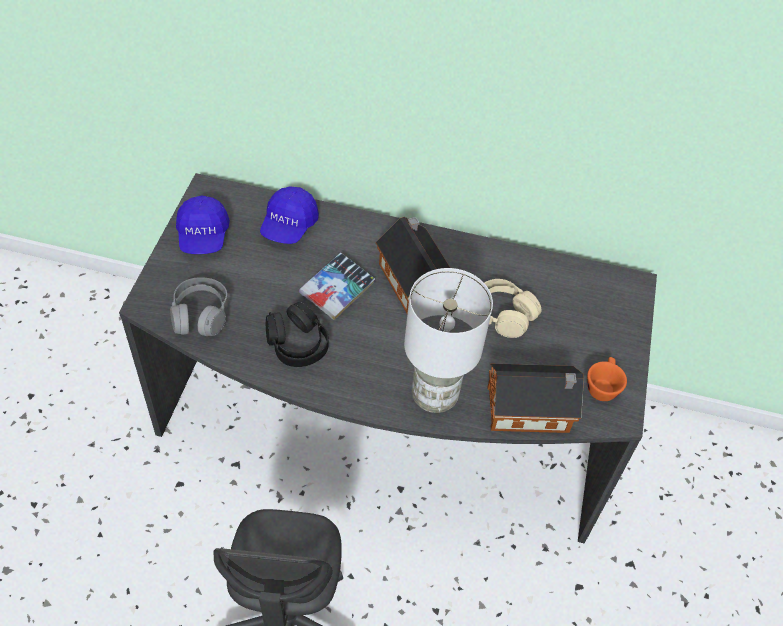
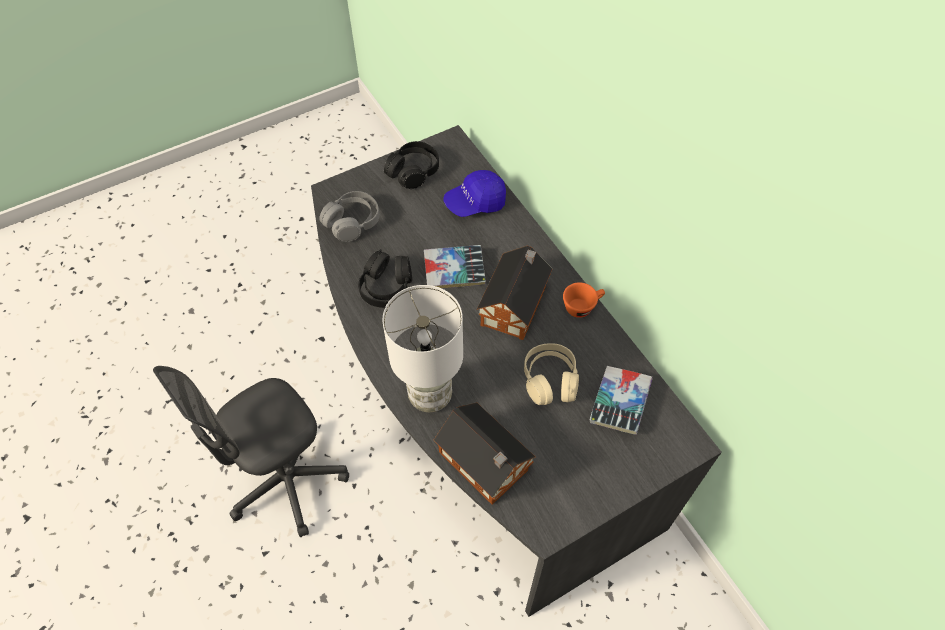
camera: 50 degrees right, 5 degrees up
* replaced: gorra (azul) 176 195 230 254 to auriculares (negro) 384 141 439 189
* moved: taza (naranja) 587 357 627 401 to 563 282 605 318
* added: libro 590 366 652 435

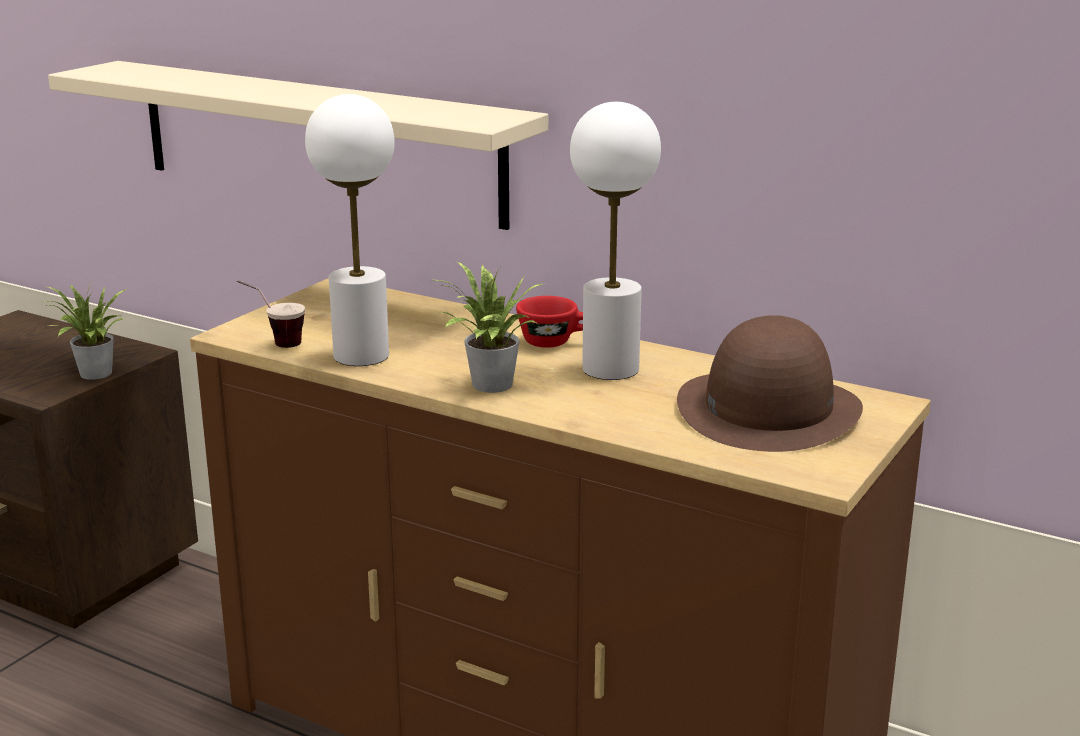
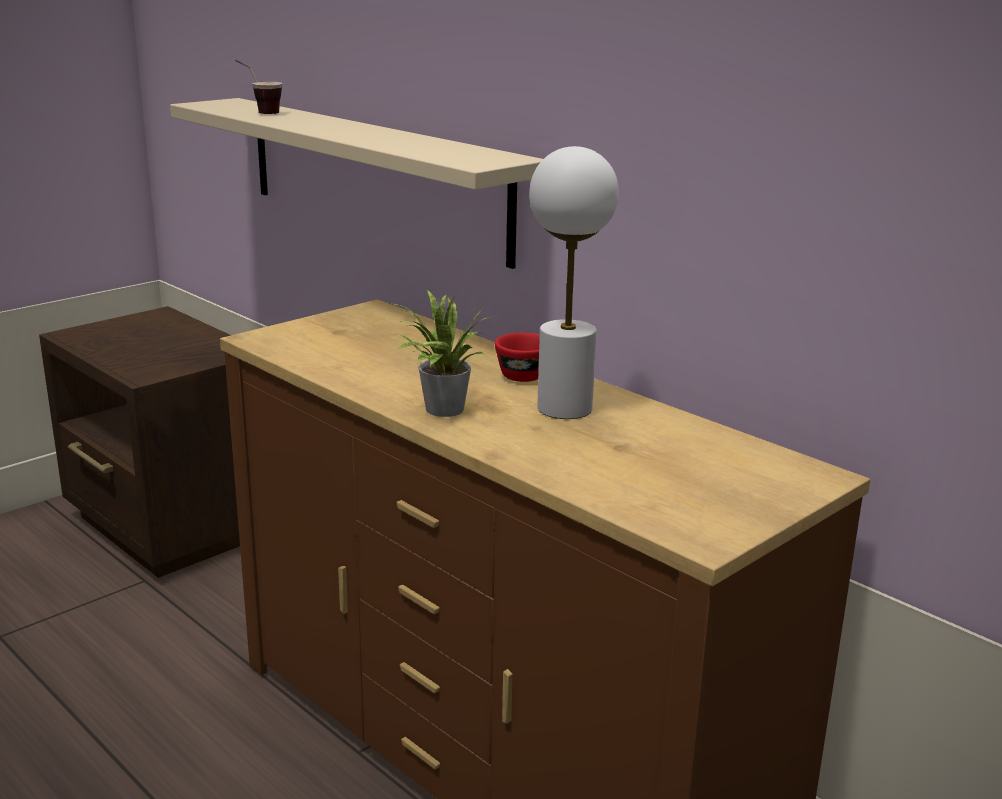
camera: 15 degrees right, 0 degrees up
* moved: taza 237 280 305 348 to 235 59 282 114
* removed: planta en maceta 43 285 127 380
* removed: lámpara de mesa (blanco) 305 94 395 366
* removed: sombrero (marrón) 677 315 863 452

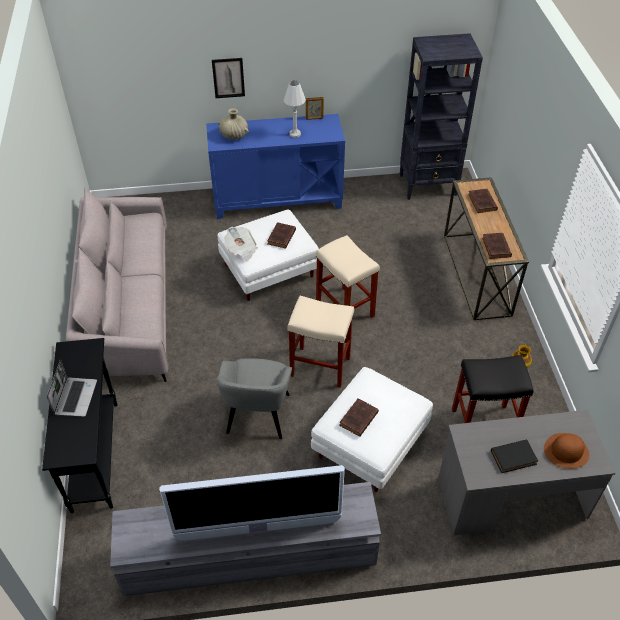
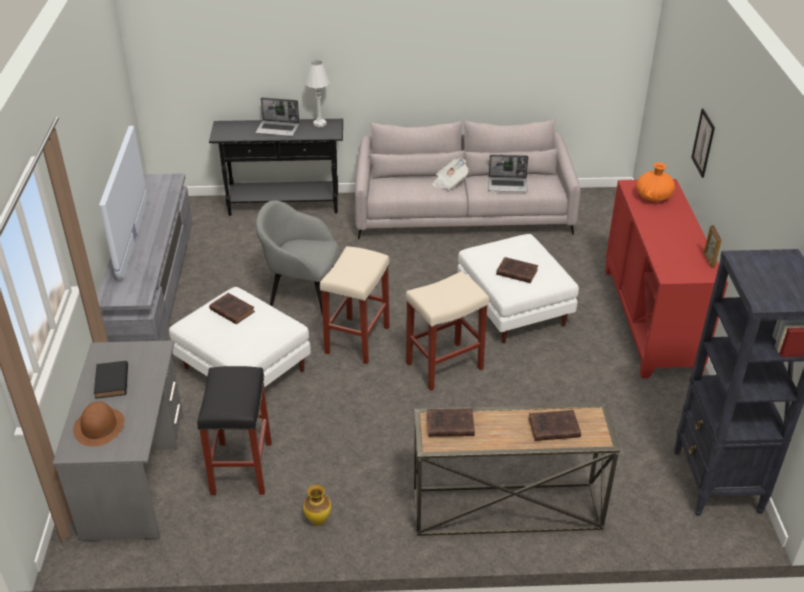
camera: 95 degrees right, 10 degrees down
* moved: lámpara de mesa (blanco) 284 80 306 138 to 305 60 330 127
* moved: periódico 224 227 258 261 to 432 159 469 190
* added: portátil 488 154 529 192
* recoloured: armario (azul) 206 114 345 219 to armario (rojo) 605 179 728 378
* recoloured: florero (beis) 218 108 249 140 to florero (naranja) 637 162 675 201

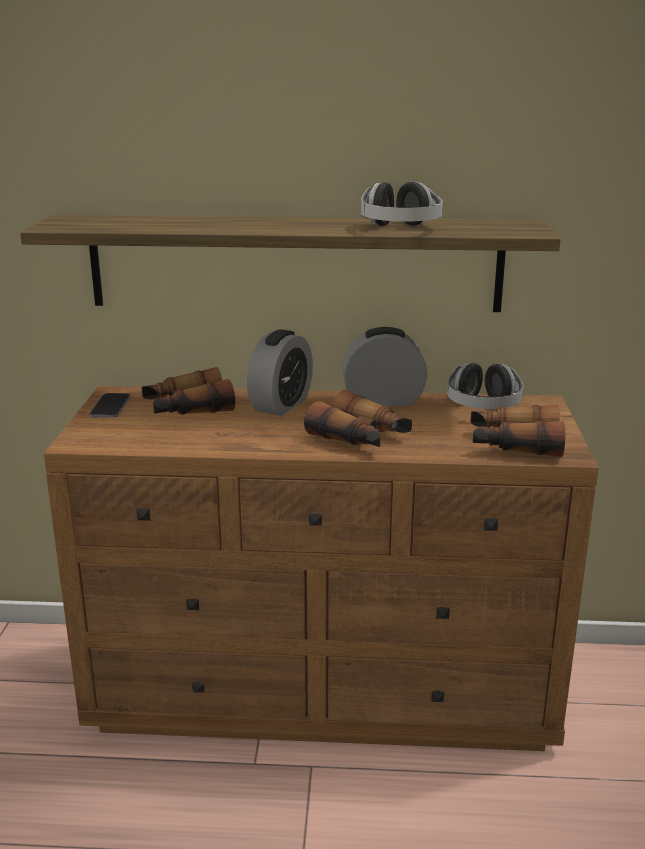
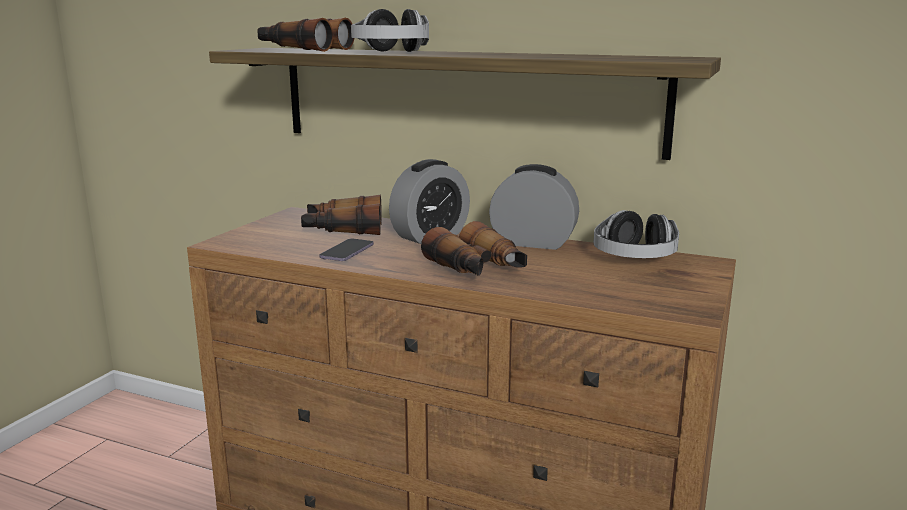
camera: 20 degrees right, 5 degrees down
* moved: prismáticos 471 405 565 457 to 257 18 354 52
* moved: móvil 89 393 130 418 to 319 239 374 261
* moved: auriculares 361 182 443 226 to 351 9 429 52

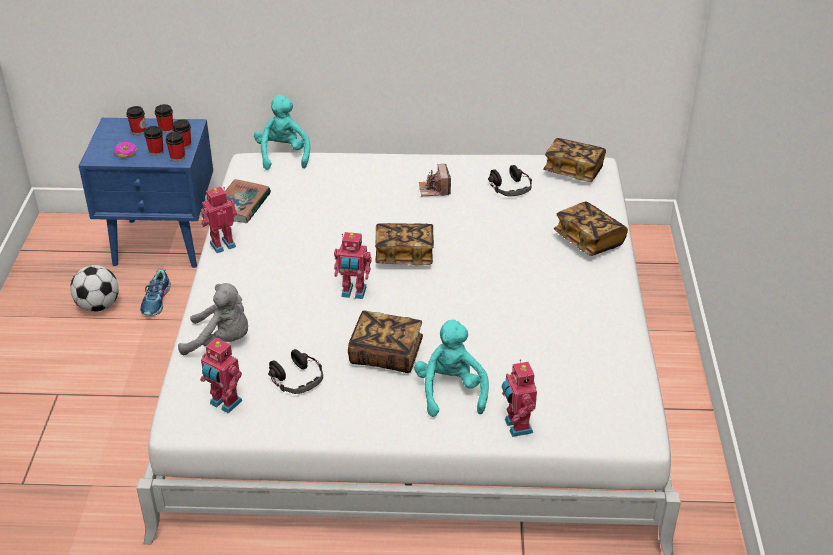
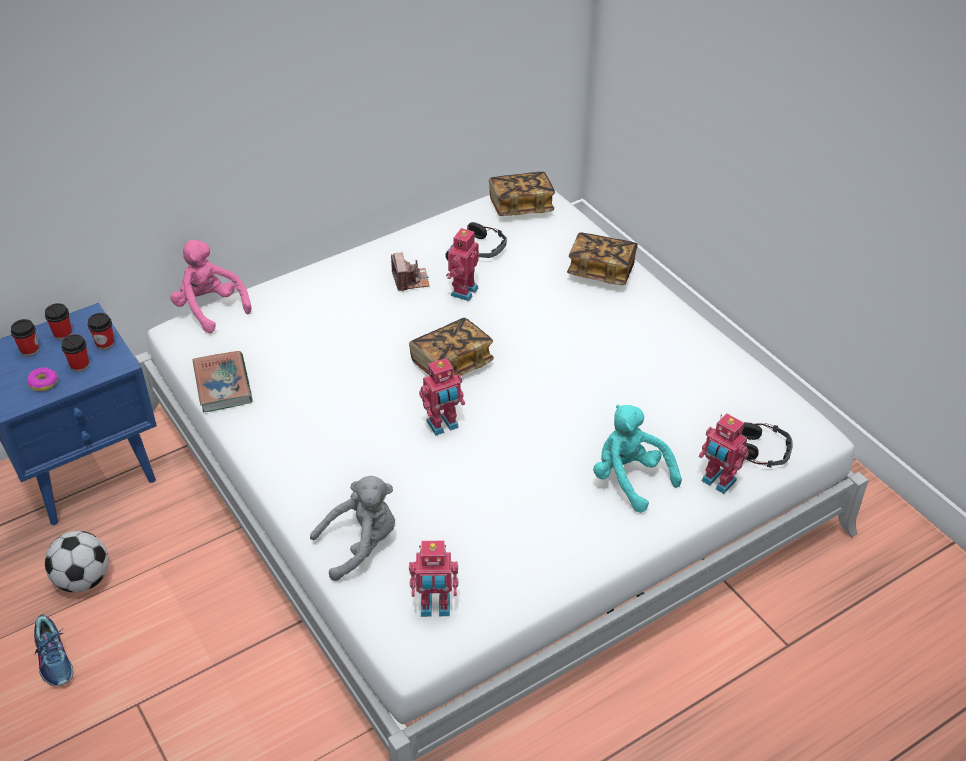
camera: 35 degrees left, 5 degrees up
* moved: zapato 140 269 171 316 to 34 614 74 686
* recoloured: peluche (turquesa) 254 95 310 170 to peluche (rosa) 170 240 251 333
* turned: cámara 419 164 451 196 = 391 252 430 292 150 degrees counterclockwise
* moved: robot de juguete 201 187 237 253 to 446 227 479 301
* moved: auriculares 268 349 323 394 to 741 422 793 468
* removed: taza 166 132 185 162
* removed: libro 348 310 423 373

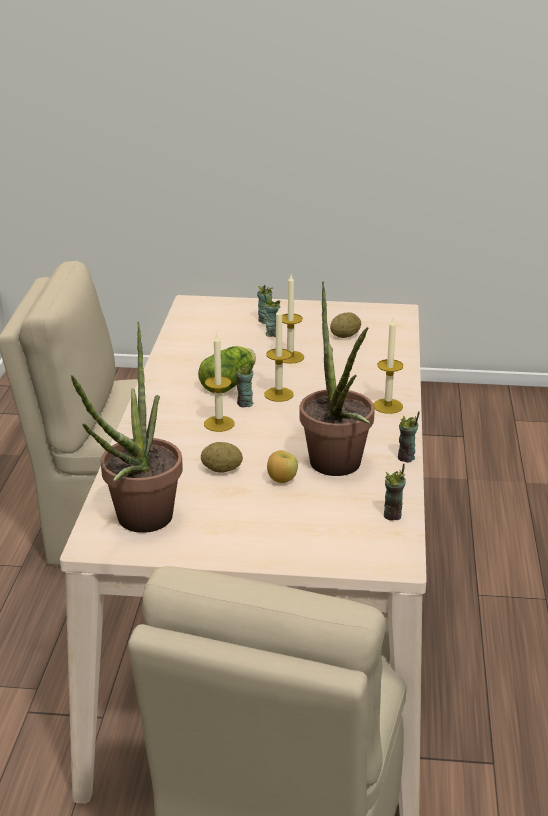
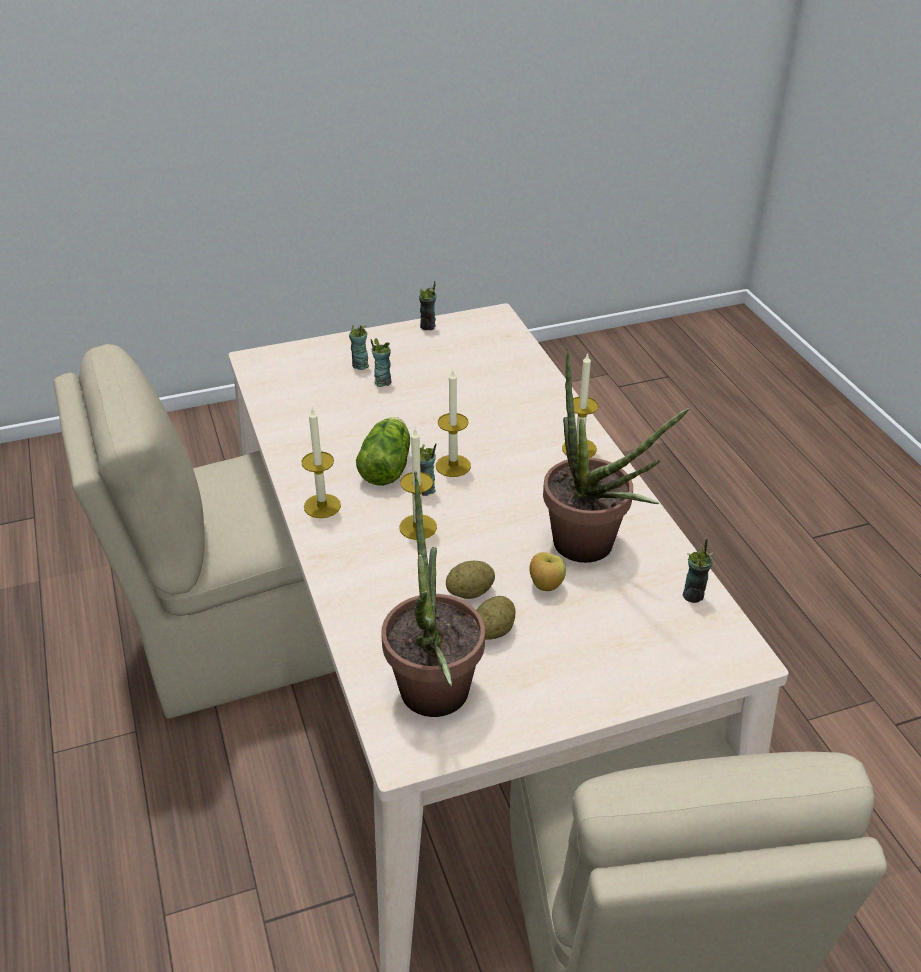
camera: 25 degrees left, 10 degrees up
* moved: vela 282 275 304 364 to 301 407 341 518
* moved: taza 398 411 420 463 to 419 281 437 330
* moved: patata 330 312 361 338 to 477 596 515 640

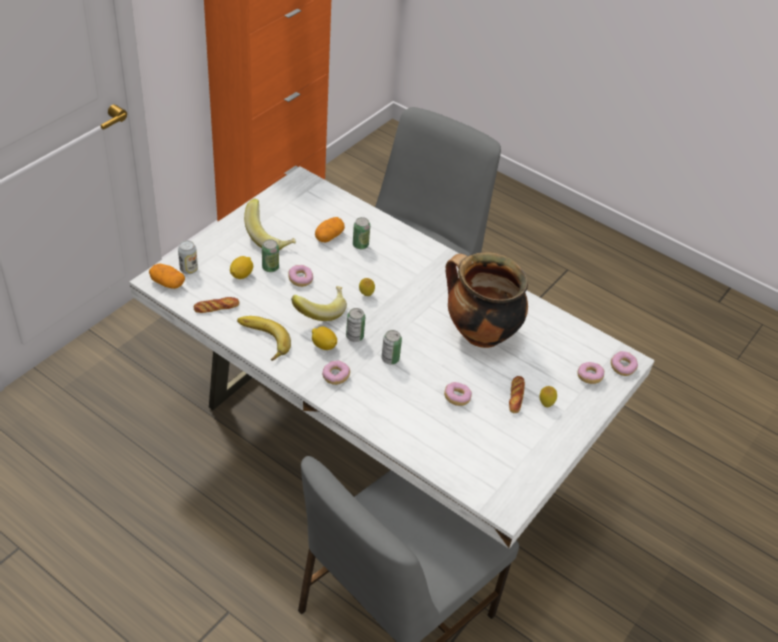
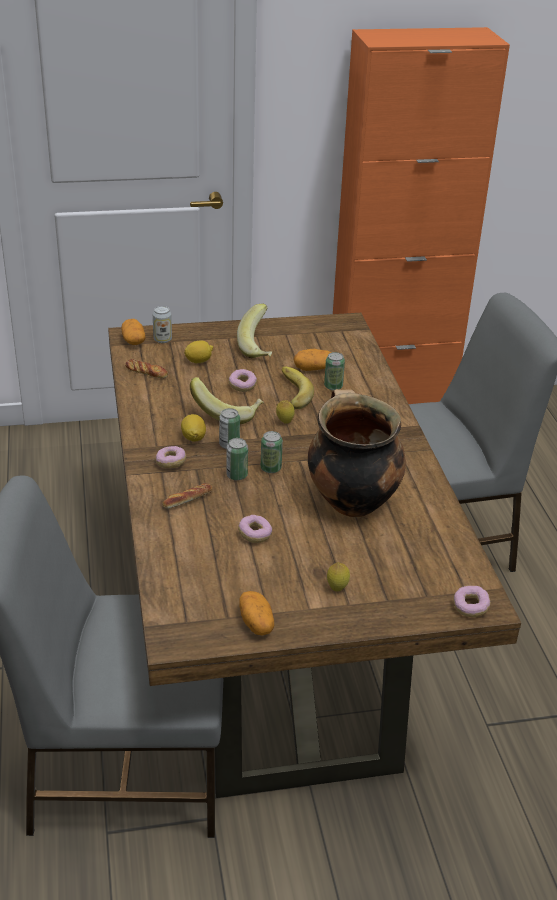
camera: 45 degrees right, 10 degrees down
* recoloured: mesa de comedor (blanco) 129 166 655 549 to mesa de comedor (marrón) 108 313 521 798
* moved: pan 509 376 525 413 to 162 483 213 509
* added: patata 239 591 274 636
* moved: lata 262 239 279 272 to 261 431 283 473
* moved: plátano 237 316 291 361 to 277 367 314 409
* removed: rosquilla 578 362 604 384

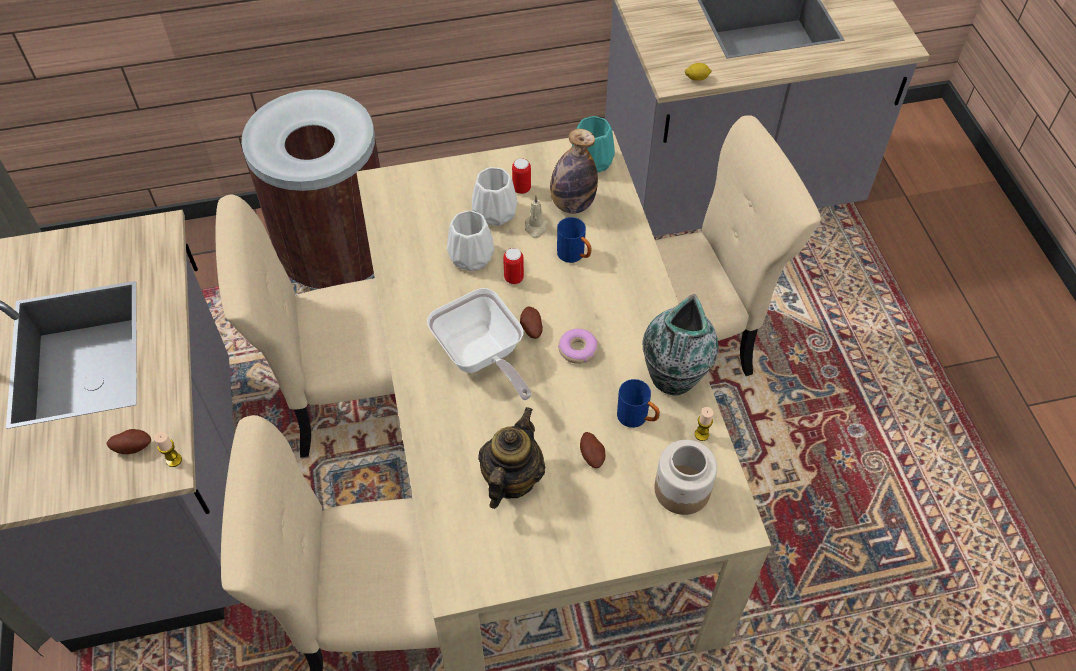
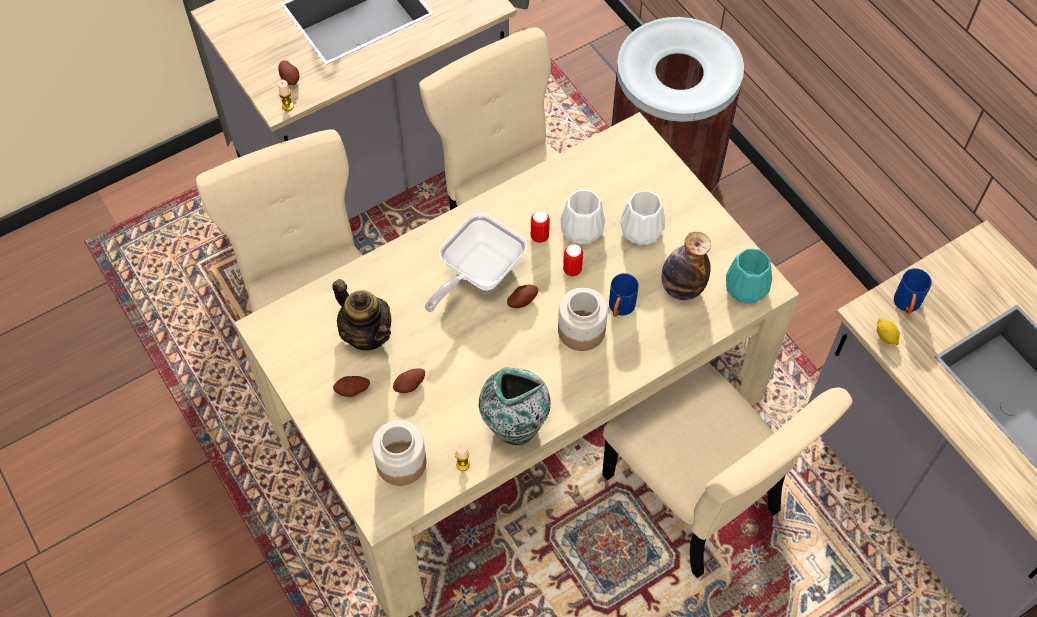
camera: 70 degrees right, 5 degrees up
* turned: tetera 478 407 546 509 = 332 279 391 350 45 degrees clockwise
* added: patata 333 376 370 397
* moved: lata 512 158 531 194 to 531 211 550 243
* added: tarro 558 288 608 351
* moved: taza grande (azul) 617 379 660 428 to 894 268 932 314
* removed: vela (beis) 525 196 548 238
* removed: rosquilla 558 329 598 364

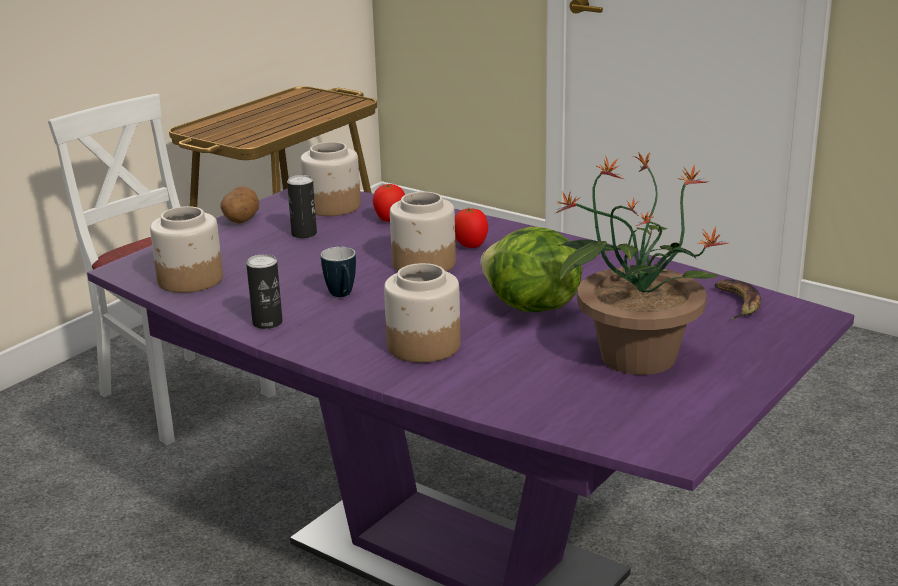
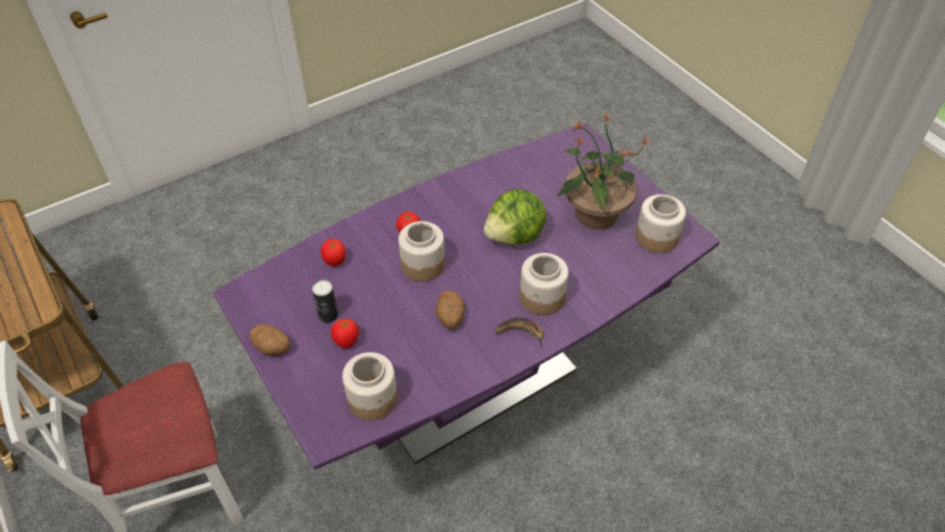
camera: 70 degrees left, 25 degrees up
* added: tomate 331 319 359 348
* replaced: taza grande 321 247 356 297 to patata 435 290 465 329
* moved: plátano 715 279 761 320 to 495 317 544 349
* moved: tarro 300 142 361 216 to 636 194 686 253
* removed: lata 246 254 283 329

